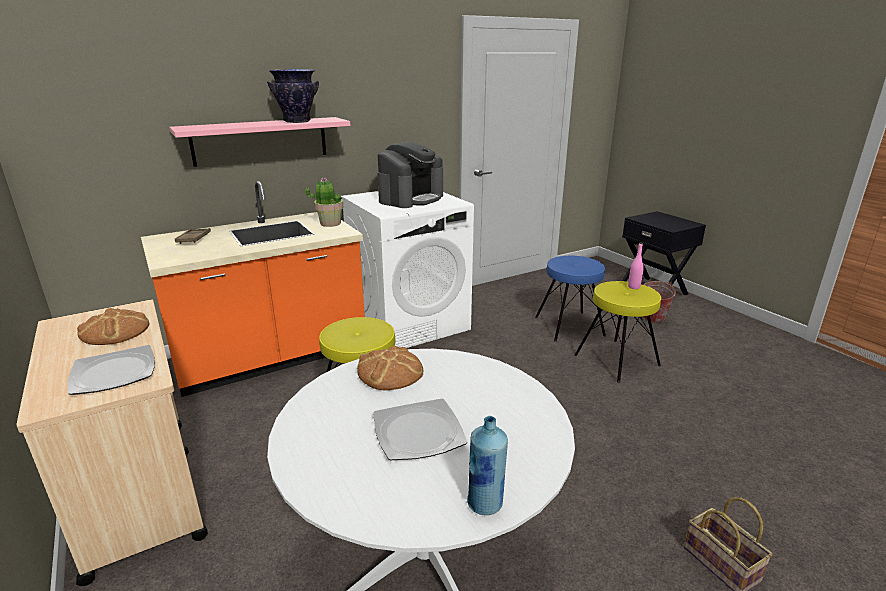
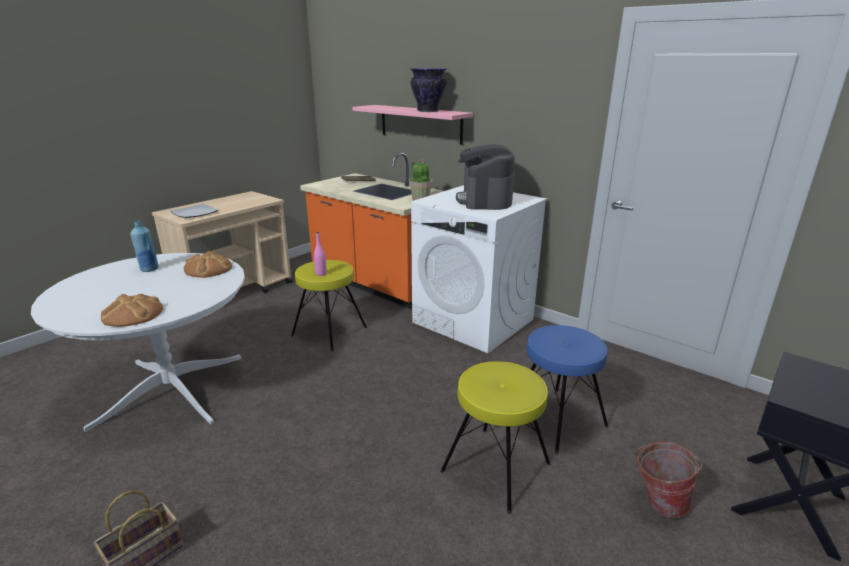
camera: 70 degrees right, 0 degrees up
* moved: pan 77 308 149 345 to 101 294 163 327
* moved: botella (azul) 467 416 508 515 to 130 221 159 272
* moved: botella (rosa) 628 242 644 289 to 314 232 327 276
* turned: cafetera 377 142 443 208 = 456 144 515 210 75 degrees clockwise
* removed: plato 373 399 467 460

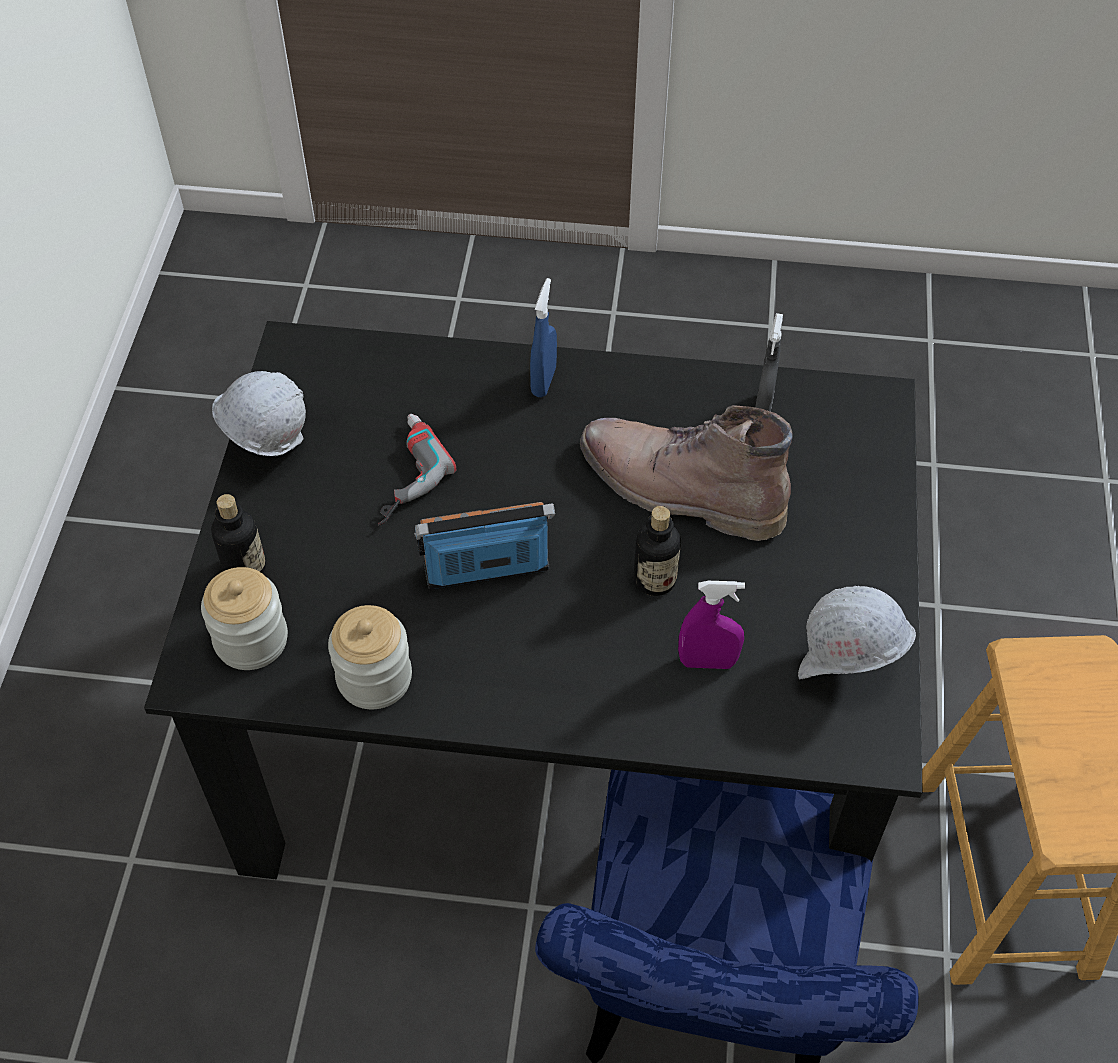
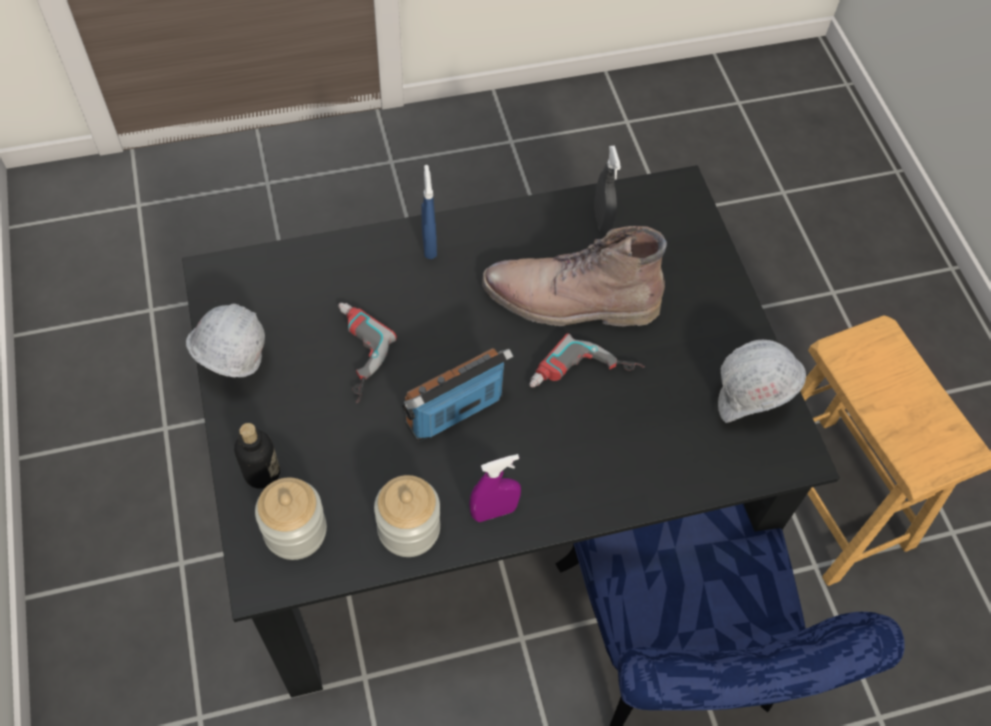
camera: 25 degrees left, 5 degrees up
* moved: pulverizador (morado) 678 581 745 669 to 469 454 521 522
* replaced: botella 634 506 681 596 to taladro 530 333 644 388

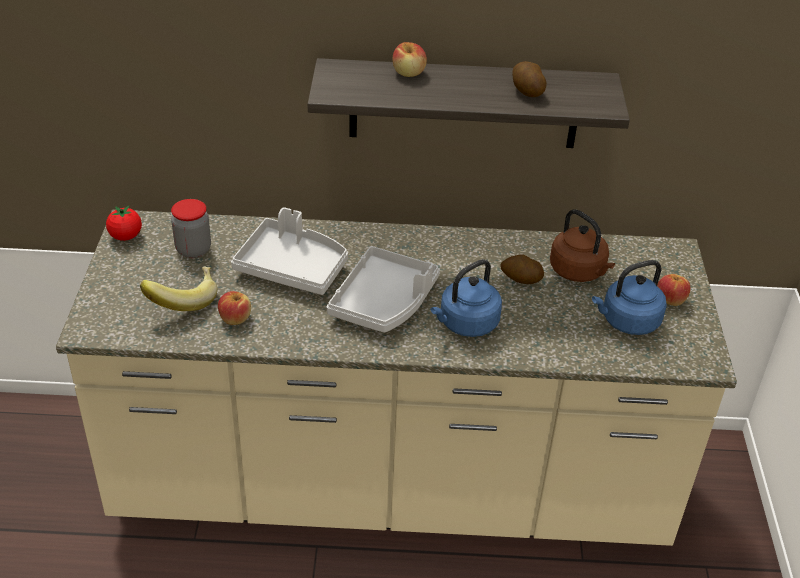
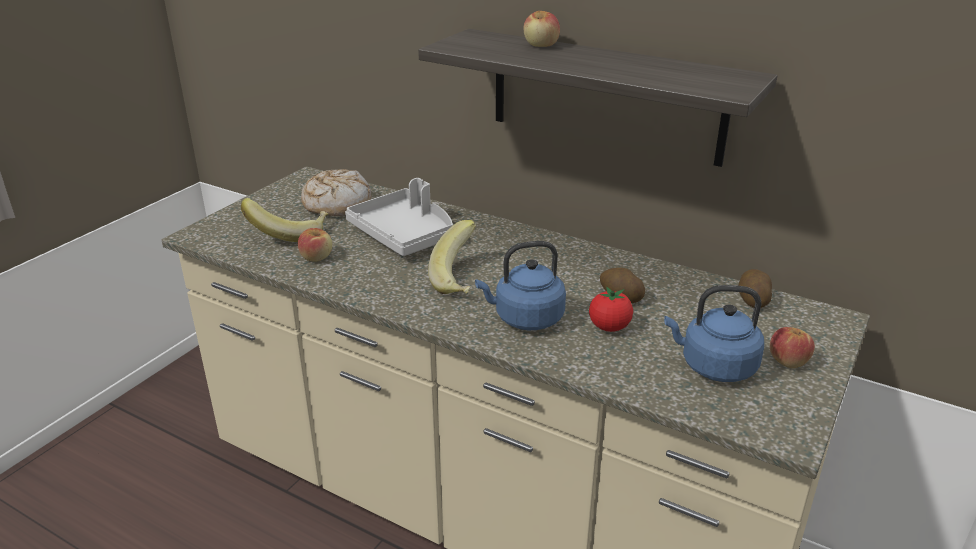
camera: 30 degrees right, 10 degrees down
* replaced: tarro 171 199 211 258 to pan 301 169 372 216
* replaced: bandeja (gris) 327 246 440 333 to plátano 428 220 476 294
* moved: tomate 106 205 142 241 to 589 287 633 332
* moved: patata 512 61 547 97 to 738 269 772 308
* removed: hervidor (marrón) 550 209 615 282

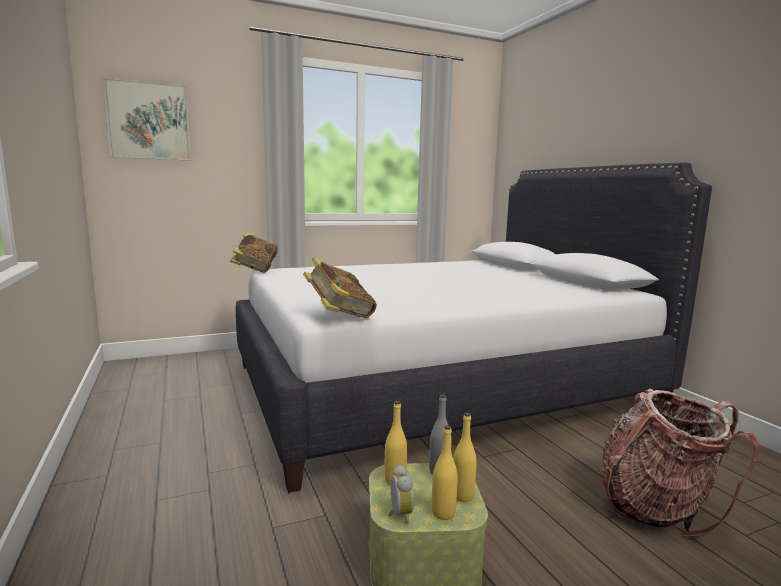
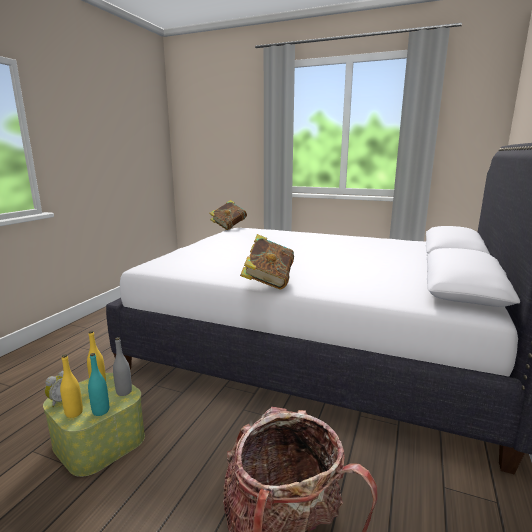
camera: 45 degrees right, 5 degrees up
* recoloured: botella (amarillo) 453 412 477 502 to botella (turquesa) 88 353 109 416
* moved: libro 303 257 377 319 to 240 234 294 289
* removed: cuadro 103 77 191 161

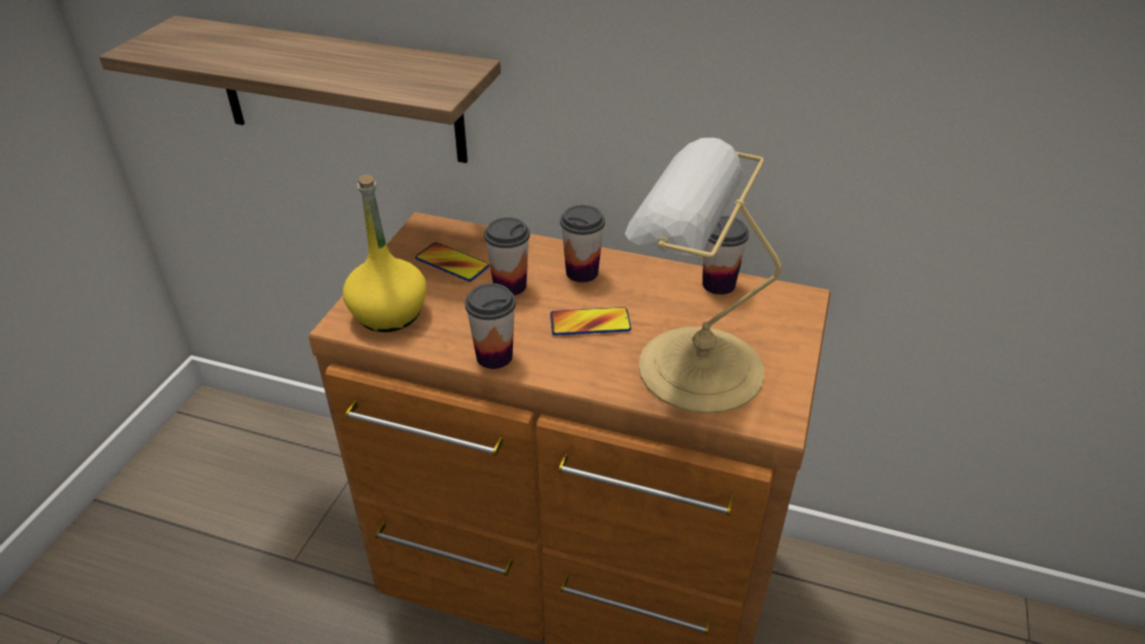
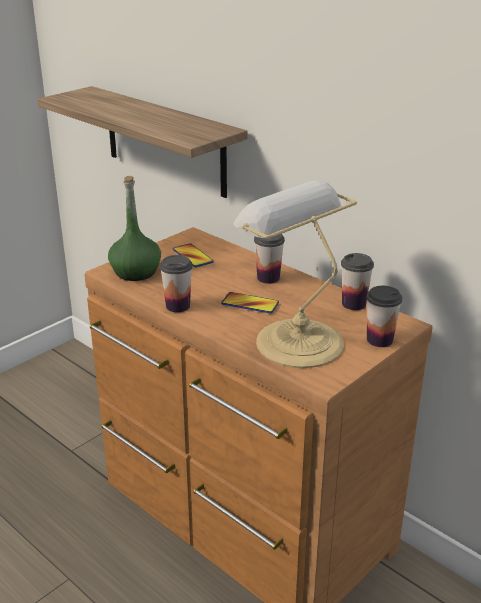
camera: 25 degrees right, 10 degrees down
* recoloured: botella (amarillo) 343 174 427 332 to botella (verde) 108 176 161 281
* moved: taza 484 217 530 296 to 366 286 402 347

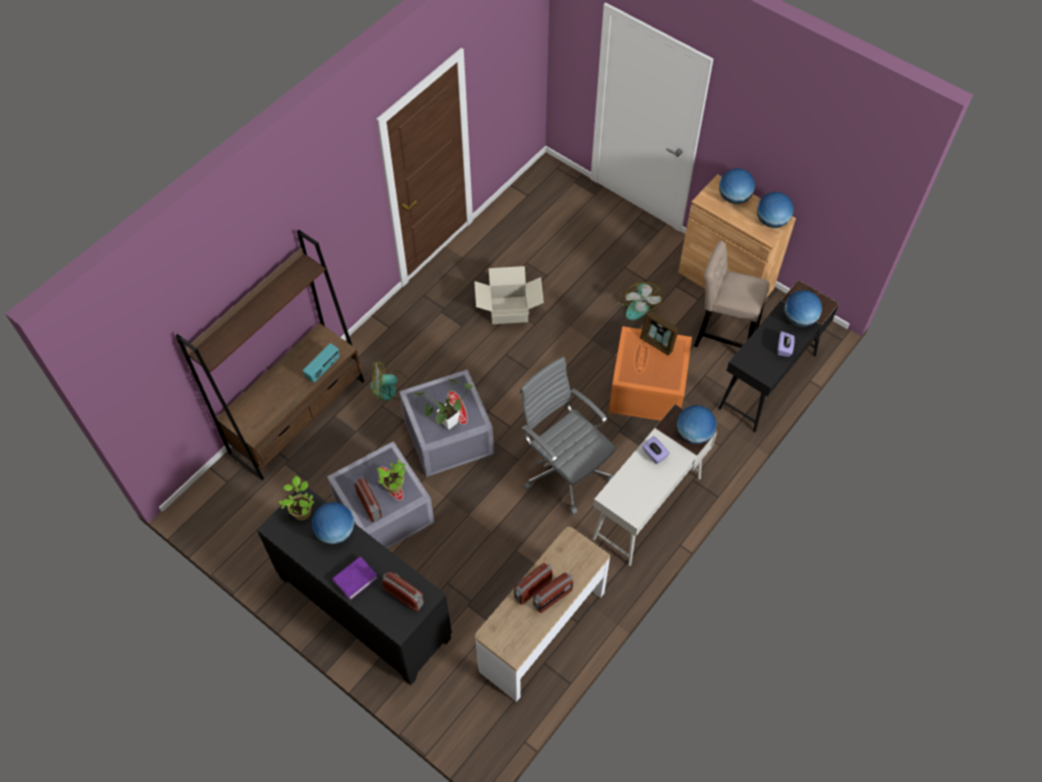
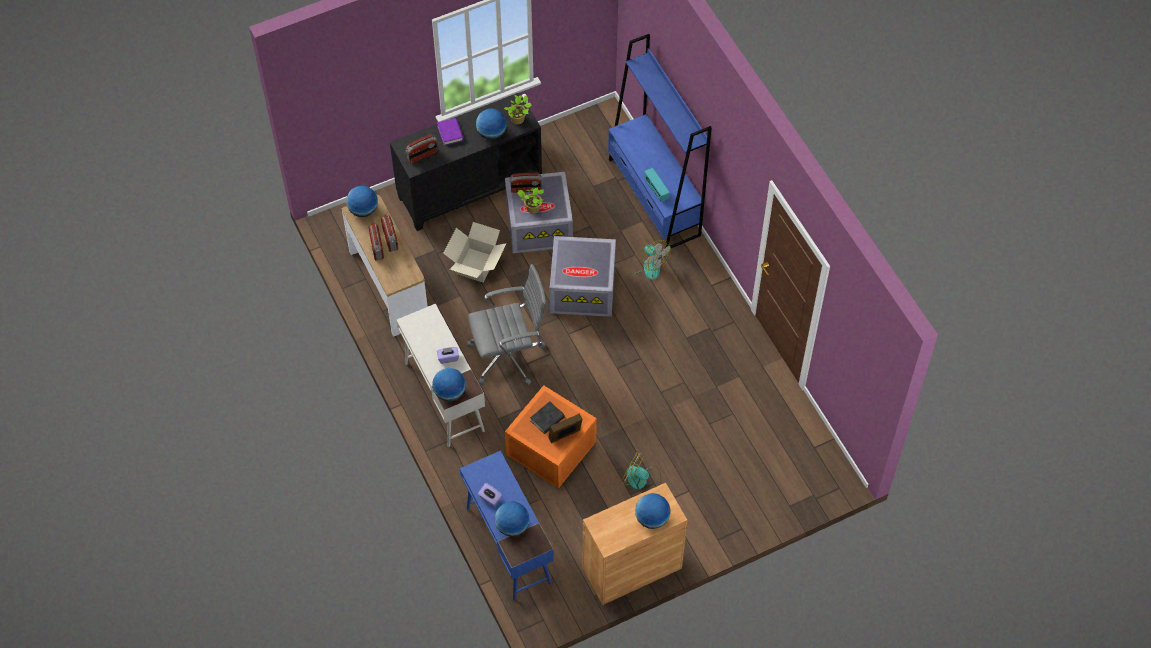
camera: 115 degrees right, 0 degrees up
* moved: globo terráqueo 757 192 794 228 to 346 186 378 217
* moved: caja de cartón 474 266 544 324 to 443 222 506 283
* recoloured: escritorio (negro) 718 280 839 432 to escritorio (azul) 460 451 554 600
* added: libro (negro) 530 401 565 434
* recoloured: estantería (marrón) 175 230 364 480 to estantería (azul) 608 34 712 249
* turned: ventilador 370 360 410 401 = 628 240 671 280 120 degrees clockwise
* removed: planta en maceta 413 379 473 430
* removed: taburete (beis) 694 241 770 348

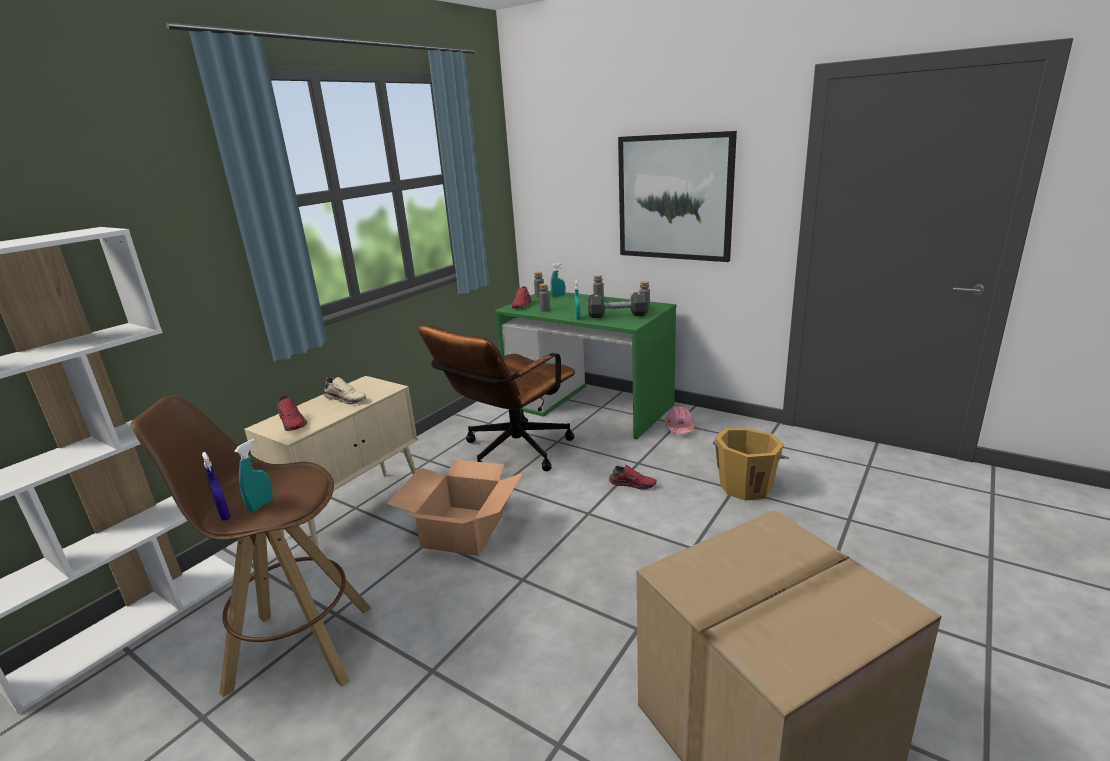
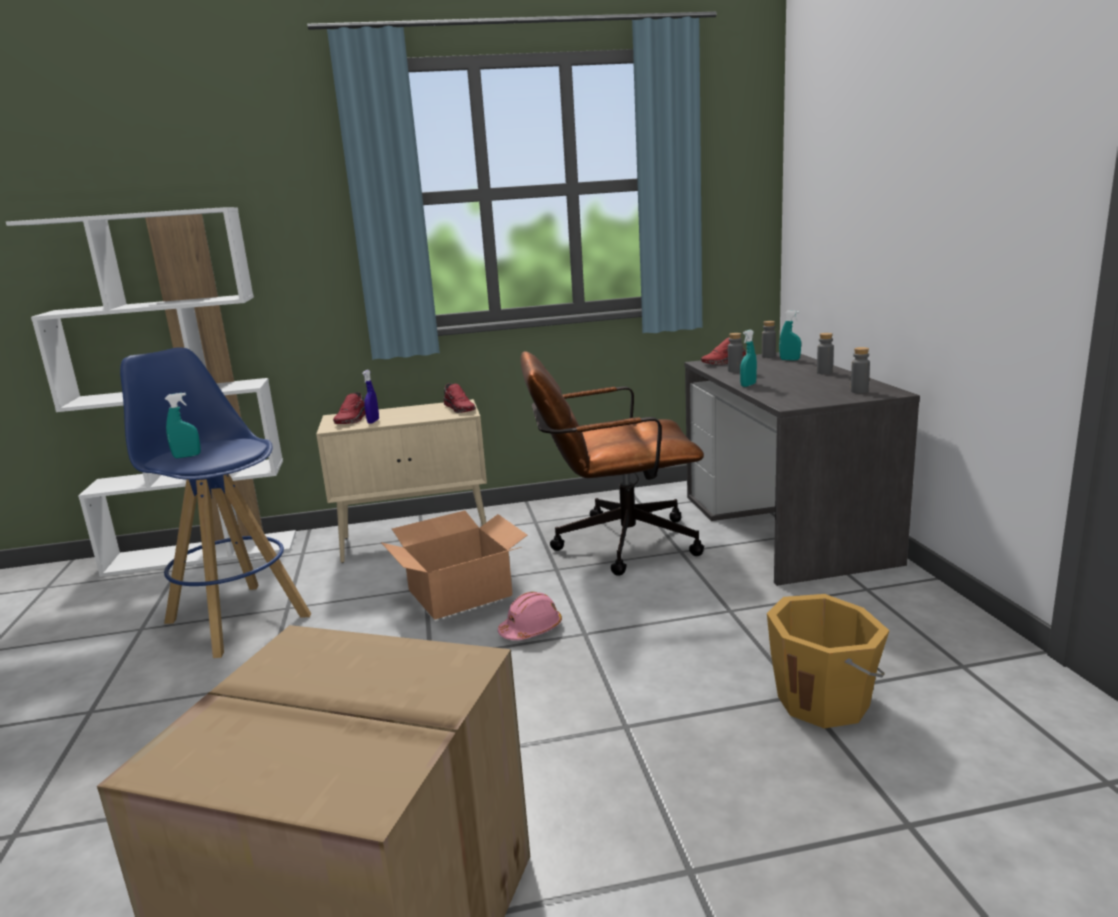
camera: 45 degrees right, 5 degrees down
* recoloured: taburete (marrón) 130 395 372 697 to taburete (azul) 120 347 311 658
* moved: pulverizador (azul) 202 452 231 521 to 362 370 379 424
* moved: zapato (rojo) 609 465 657 490 to 444 383 476 413
* moved: casco (rosa) 665 406 695 434 to 498 592 562 640
* recoloured: escritorio (verde) 495 290 676 439 to escritorio (gris) 685 352 920 586
* removed: zapato (beis) 324 377 366 404
* removed: mancuerna (negro) 588 292 648 318
* removed: cuadro 618 131 737 262

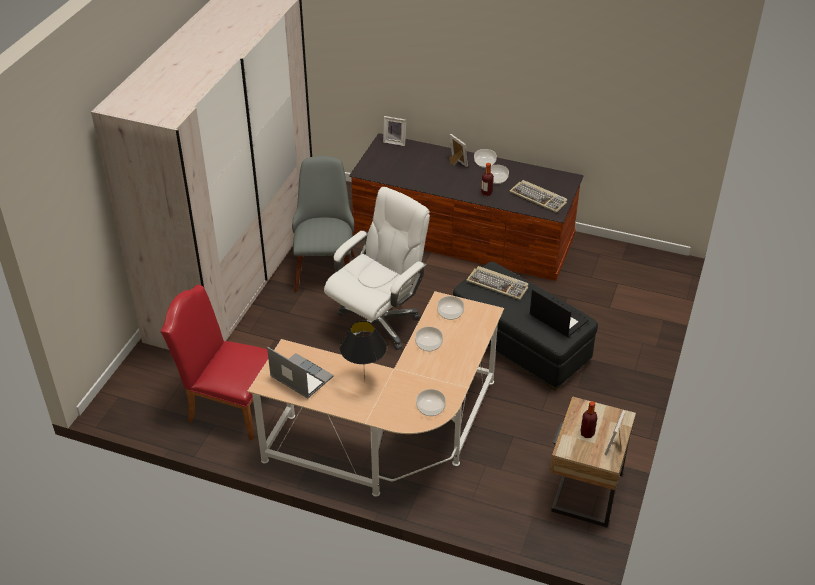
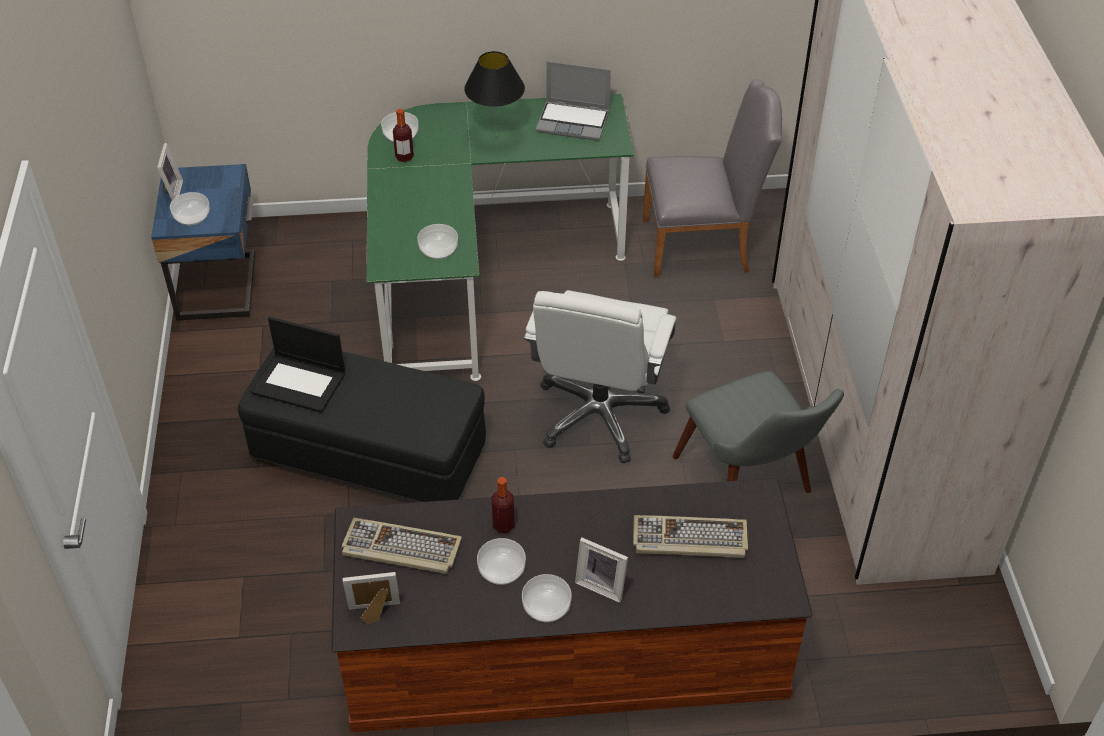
camera: 155 degrees right, 5 degrees up
* recoloured: mesita de noche (beis) 550 396 636 527 to mesita de noche (azul) 151 164 255 321
* moved: cuenco 415 327 443 351 to 170 192 210 226
* moved: portarretratos 383 116 406 146 to 343 572 400 624
* recoloured: escritorio (beis) 247 291 504 497 to escritorio (verde) 367 94 634 381
* moved: botella 580 401 597 438 to 393 109 414 162
* moved: teclado 466 266 529 300 to 633 515 748 558
* recoloured: silla (rojo) 161 285 268 441 to silla (gris) 643 80 782 278

